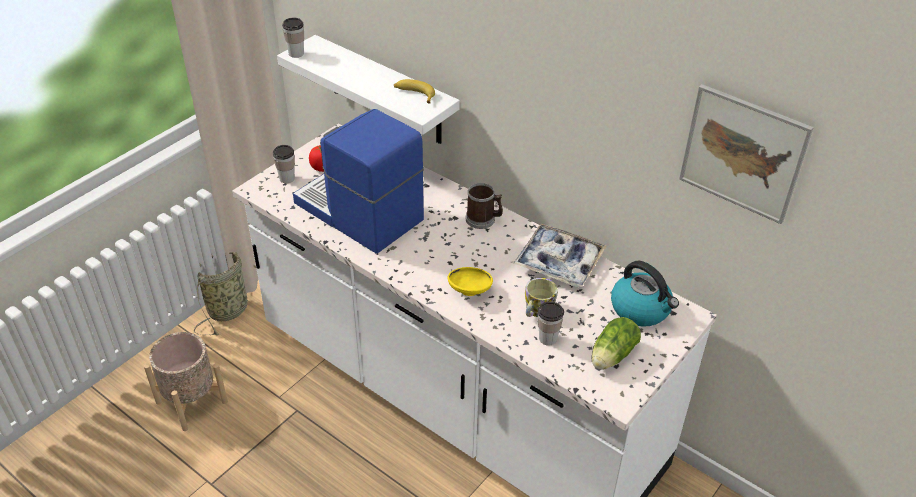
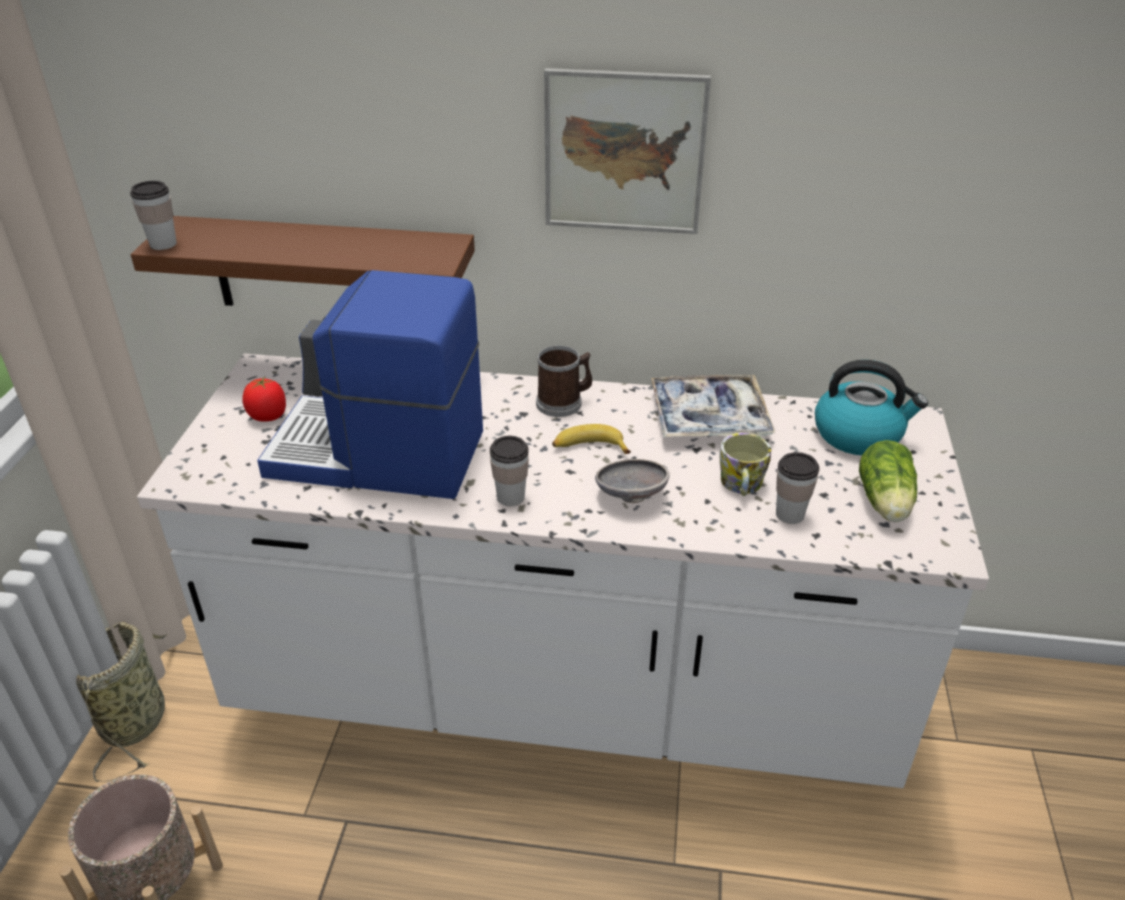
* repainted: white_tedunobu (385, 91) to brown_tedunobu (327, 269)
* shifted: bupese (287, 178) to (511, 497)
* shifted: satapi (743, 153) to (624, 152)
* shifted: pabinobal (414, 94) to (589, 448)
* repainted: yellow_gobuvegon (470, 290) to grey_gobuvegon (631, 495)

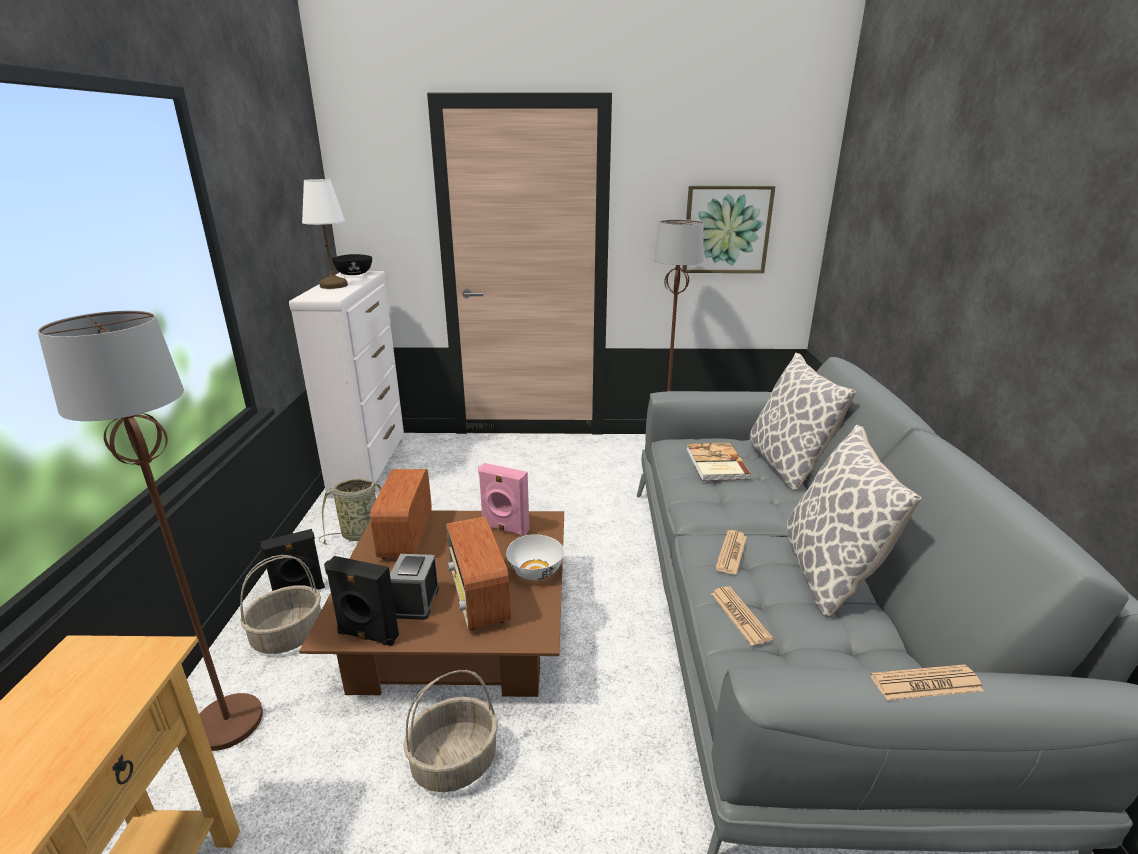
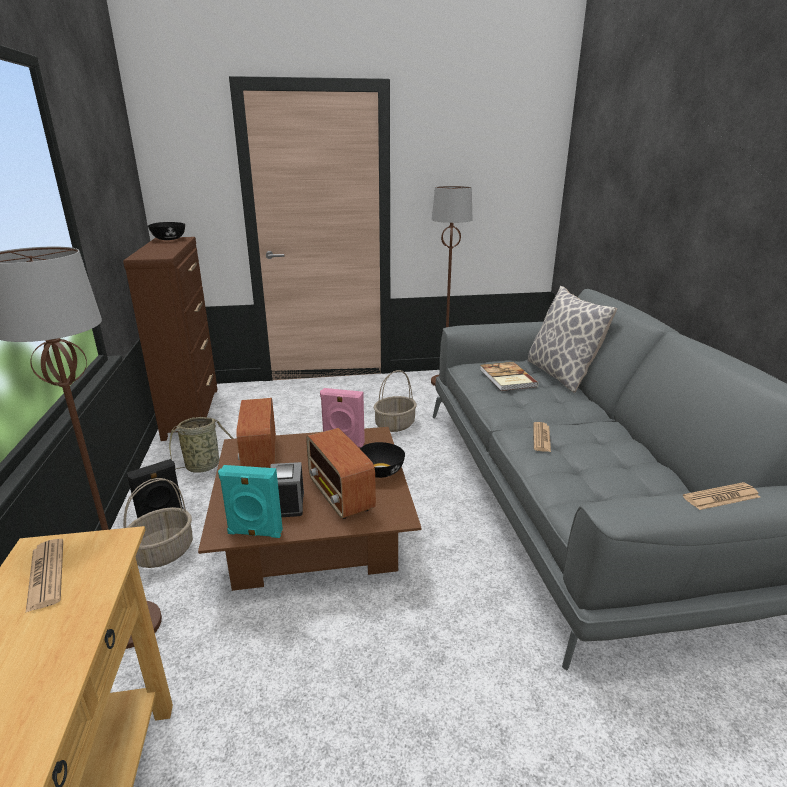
* shifted: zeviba (740, 616) to (46, 574)
* repainted: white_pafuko (369, 466) to brown_pafuko (192, 412)
* repainted: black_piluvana (367, 636) to turquoise_piluvana (255, 533)
* repainted: white_gobuvegon (536, 571) to black_gobuvegon (381, 471)
* shifted: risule (454, 763) to (395, 425)
* gone: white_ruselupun (334, 285)
* gone: satapi (726, 229)
* gone: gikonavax (829, 572)

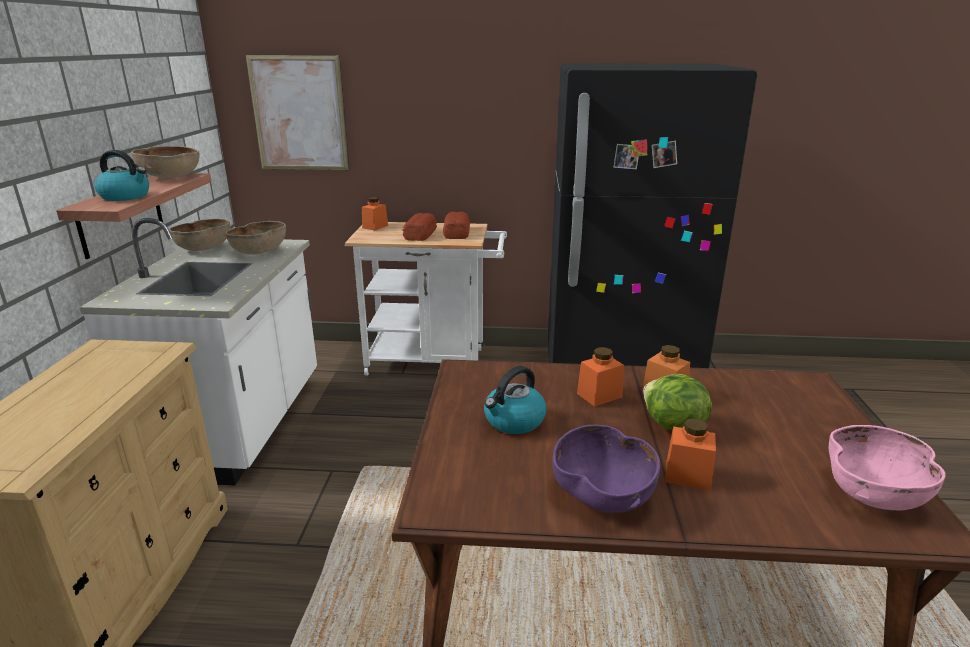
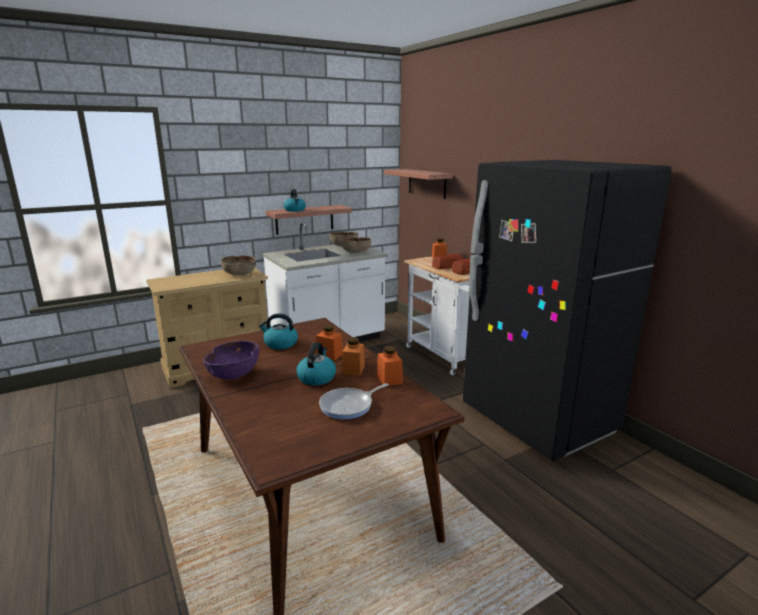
* shifted: brown_gobuvegon (170, 177) to (239, 274)
* swapped: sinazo (672, 425) to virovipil (316, 377)
* new: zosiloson (349, 406)
* shifted: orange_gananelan (687, 475) to (389, 379)
* swapped: satapi (299, 114) to tedunobu (427, 183)
* gone: pink_gobuvegon (874, 493)

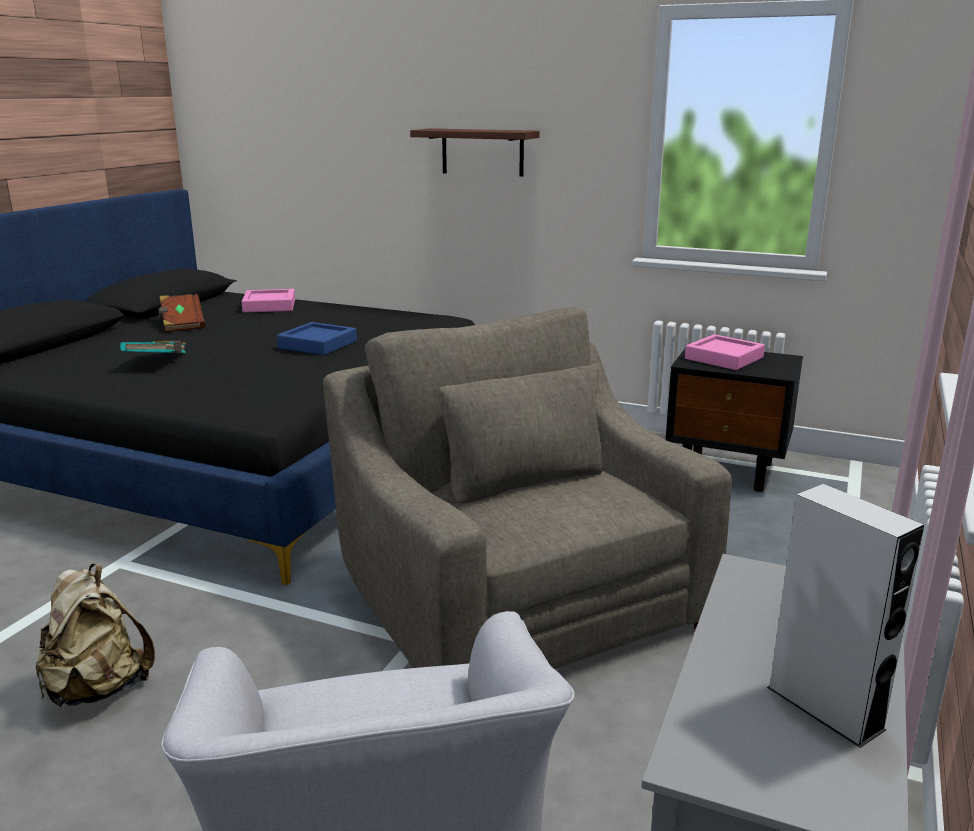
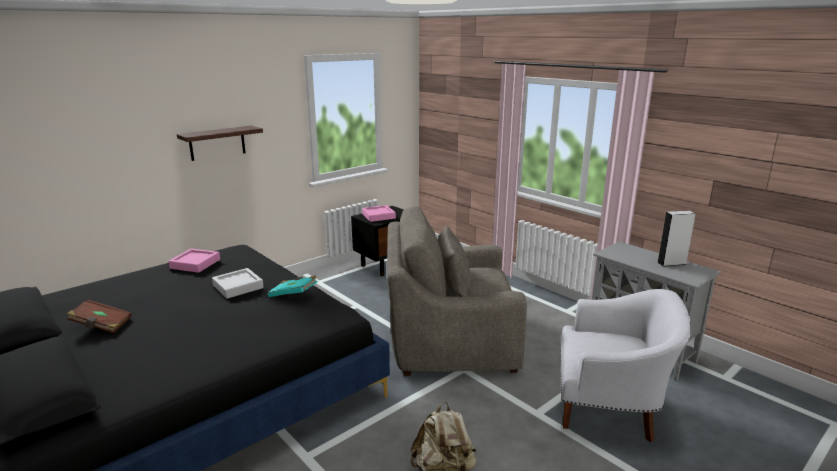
* shifted: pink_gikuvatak (269, 306) to (195, 264)
* repainted: blue_gikuvatak (317, 344) to grey_gikuvatak (238, 286)
* shifted: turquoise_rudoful (158, 361) to (293, 295)

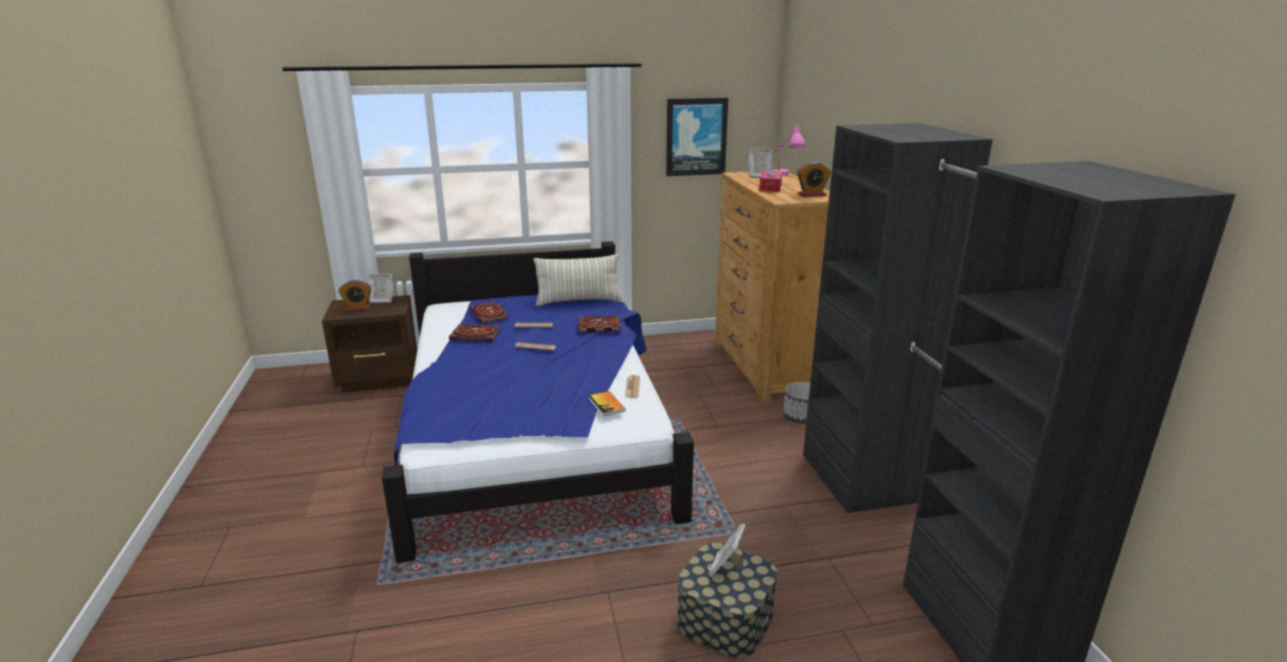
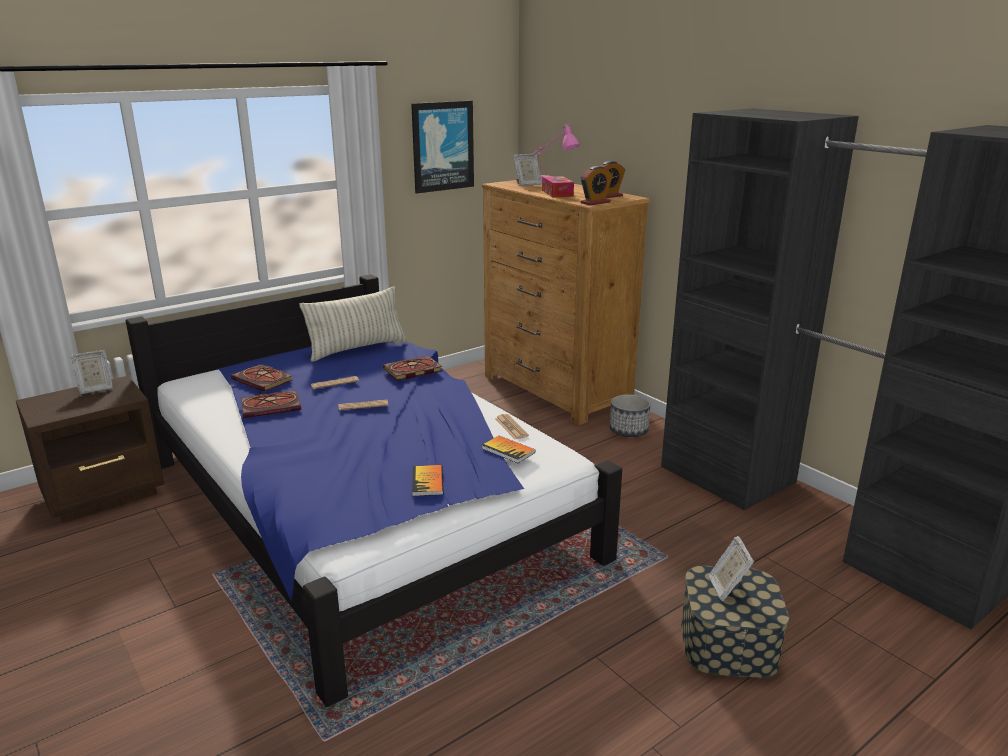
* new: rudoful (427, 482)
* shifted: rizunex (358, 308) to (595, 202)

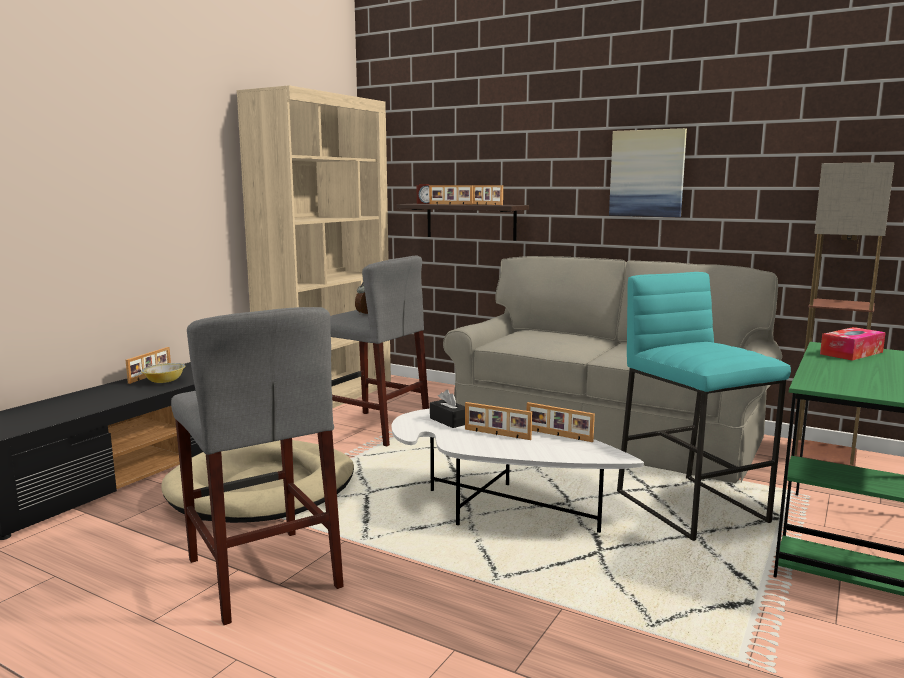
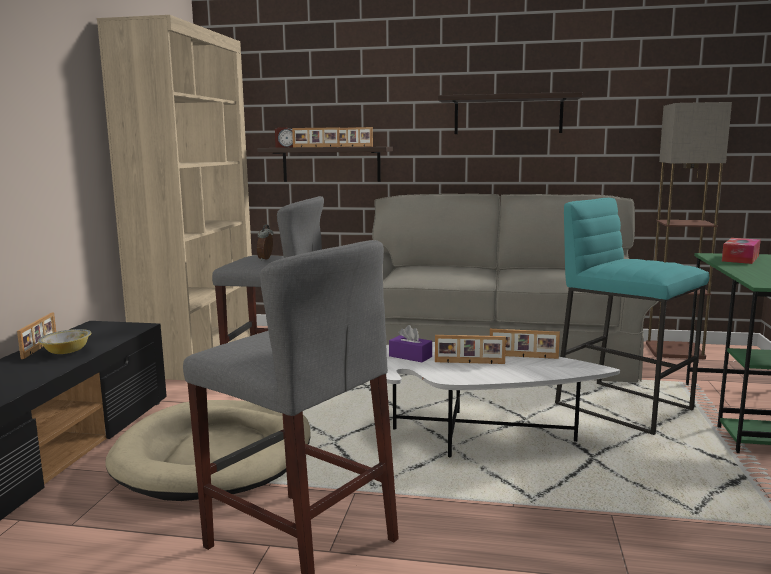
* repainted: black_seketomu (449, 421) to purple_seketomu (410, 356)
* swapped: satapi (647, 173) to tedunobu (508, 115)

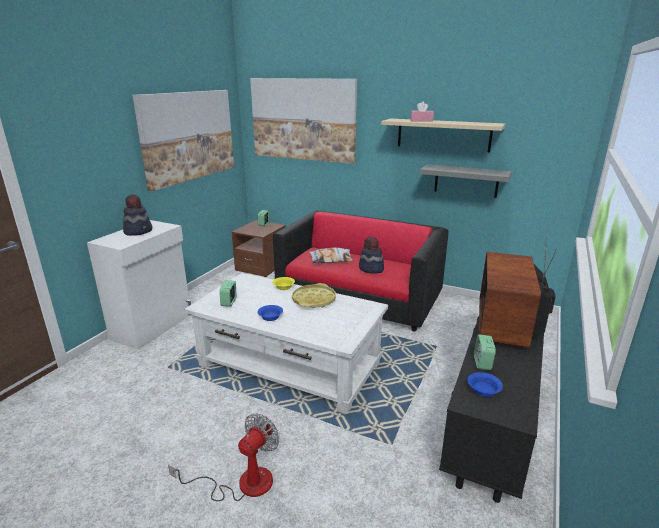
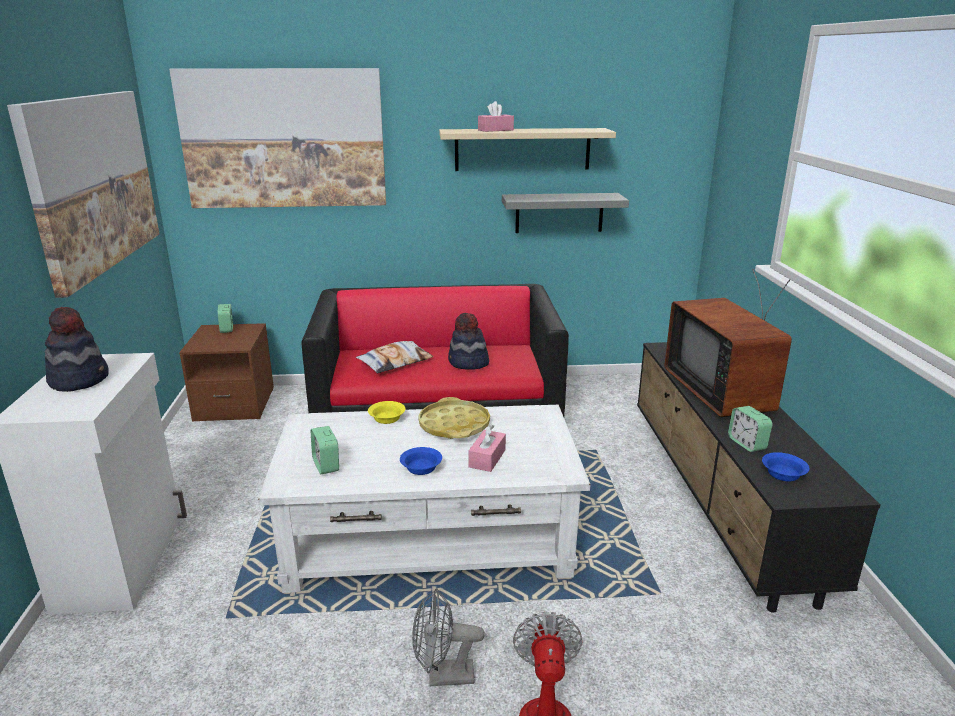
* new: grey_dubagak (443, 676)
* new: pink_seketomu (487, 458)

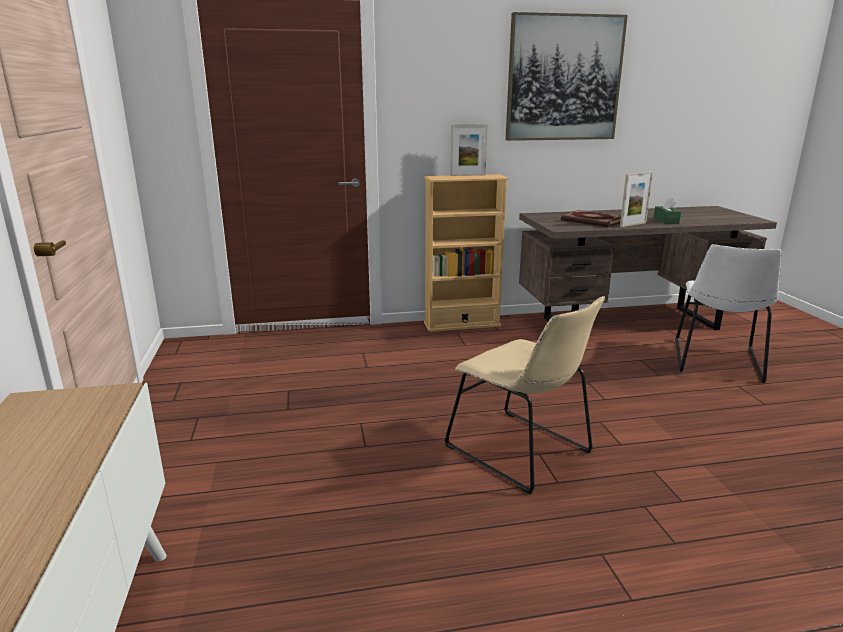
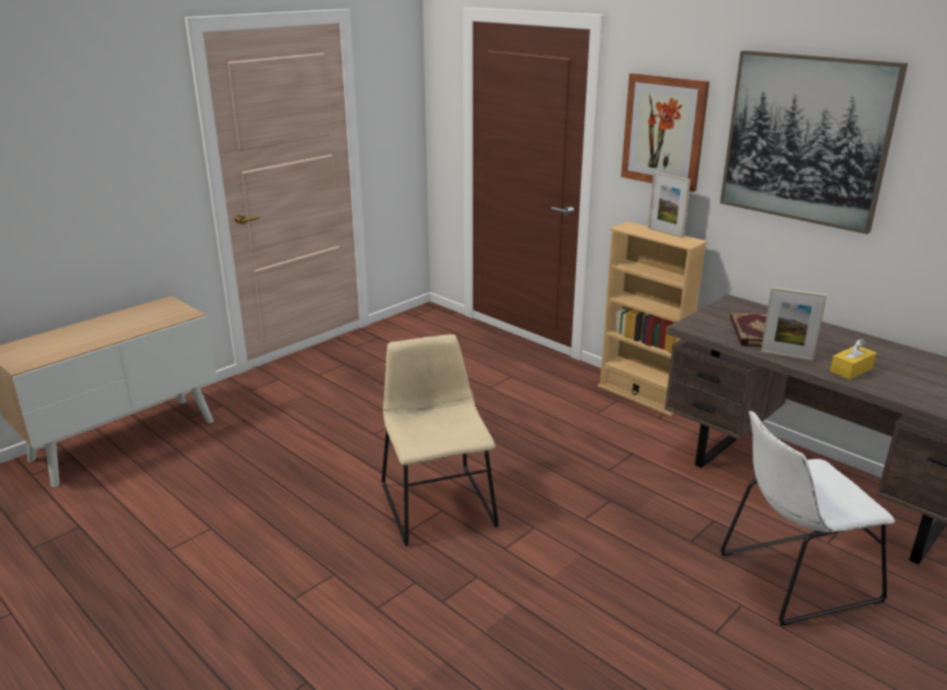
* rotated: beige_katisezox (522, 452) = (436, 501) 150 degrees clockwise
* new: satapi (664, 131)
* repainted: green_seketomu (666, 221) to yellow_seketomu (851, 370)

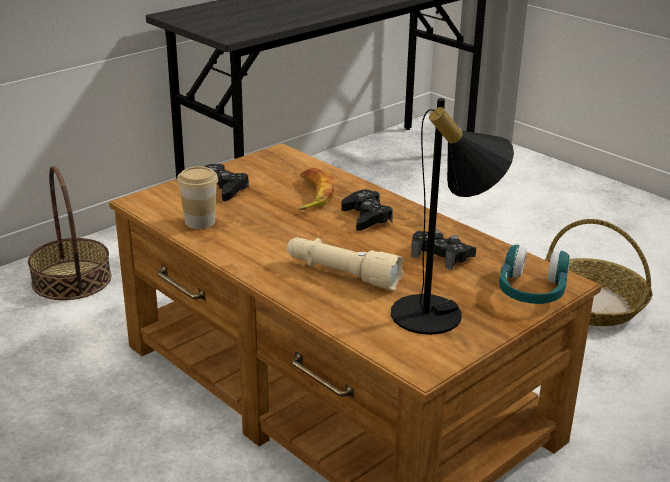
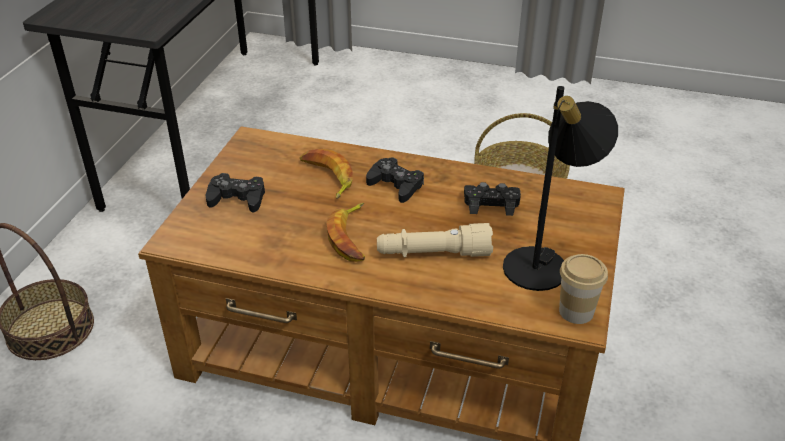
* new: pabinobal (351, 237)
* shifted: bupese (200, 222) to (576, 311)
* gone: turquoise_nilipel (531, 291)

